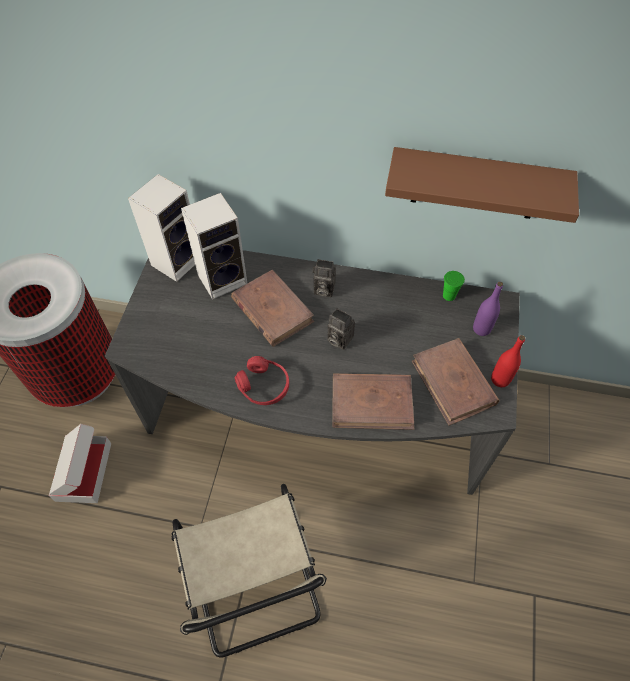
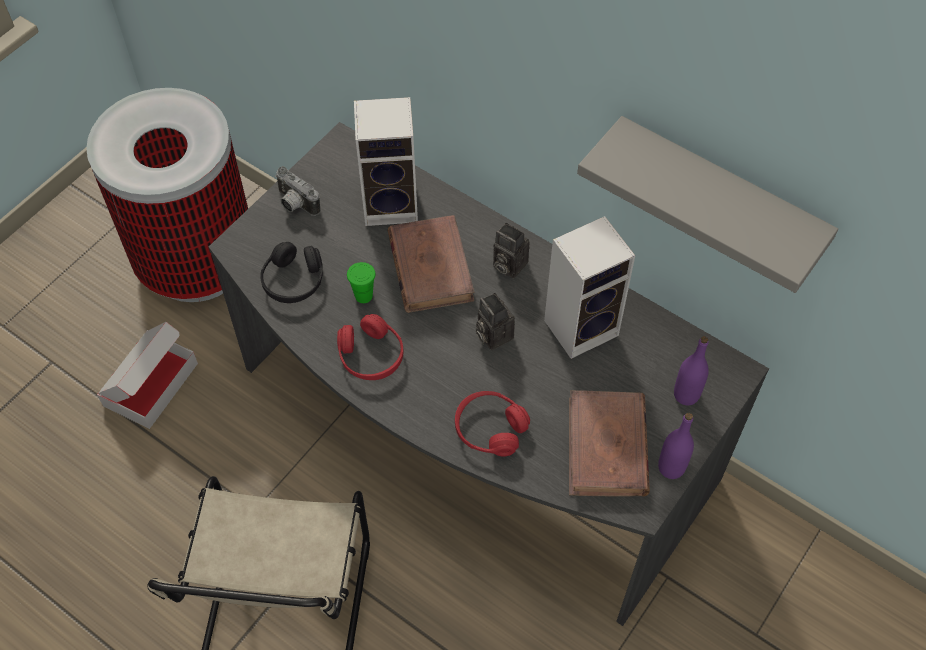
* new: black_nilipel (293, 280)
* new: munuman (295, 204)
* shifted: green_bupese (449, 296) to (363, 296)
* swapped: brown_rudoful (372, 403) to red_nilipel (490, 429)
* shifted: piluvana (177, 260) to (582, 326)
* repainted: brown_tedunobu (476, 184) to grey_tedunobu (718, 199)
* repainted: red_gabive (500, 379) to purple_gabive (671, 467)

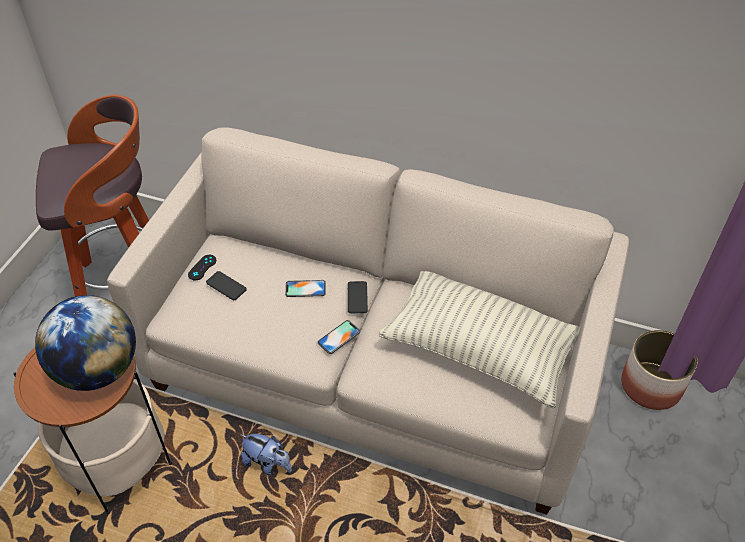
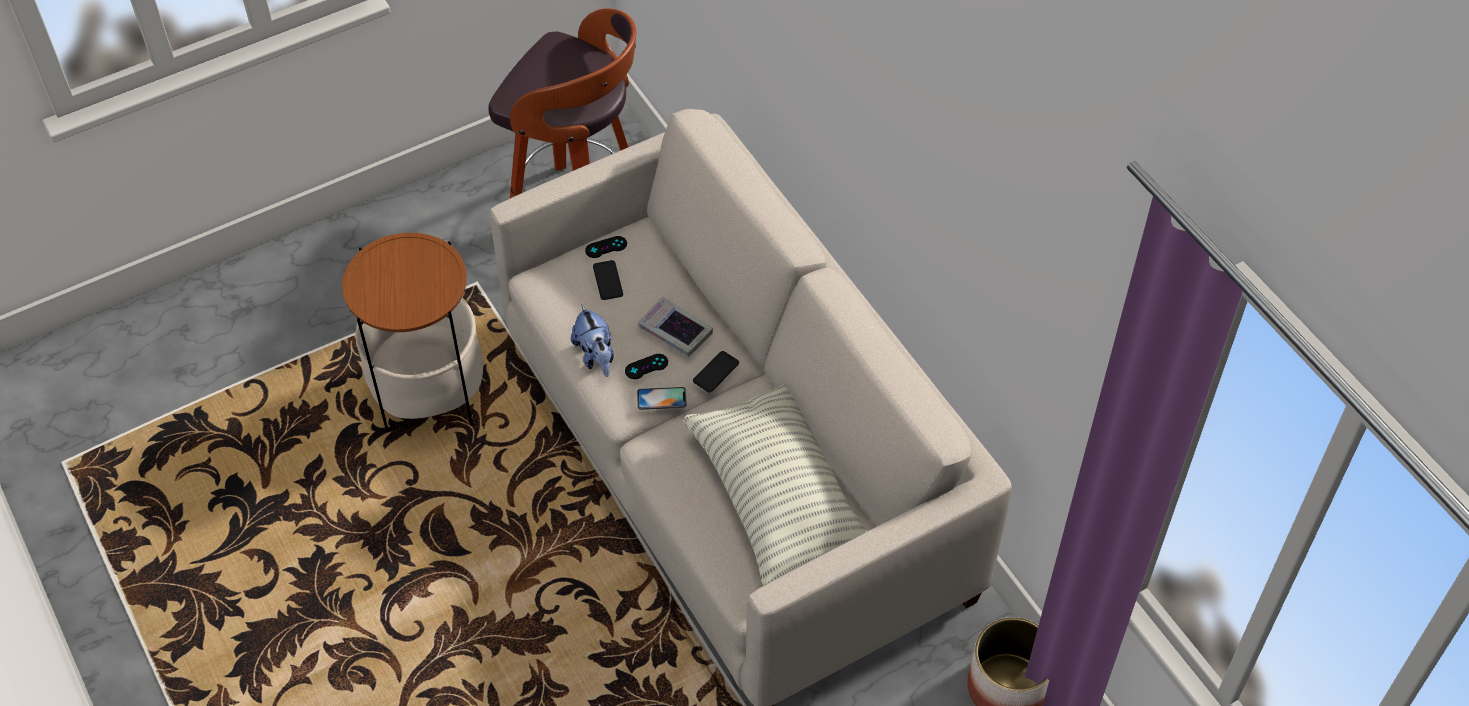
* shifted: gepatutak (267, 463) to (596, 356)
* new: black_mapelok (646, 366)
* swapped: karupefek (305, 289) to rudoful (675, 331)
* gone: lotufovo (98, 370)

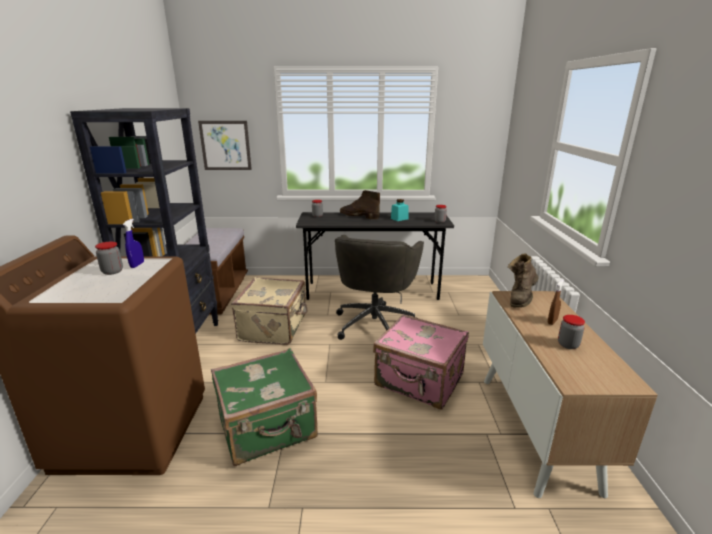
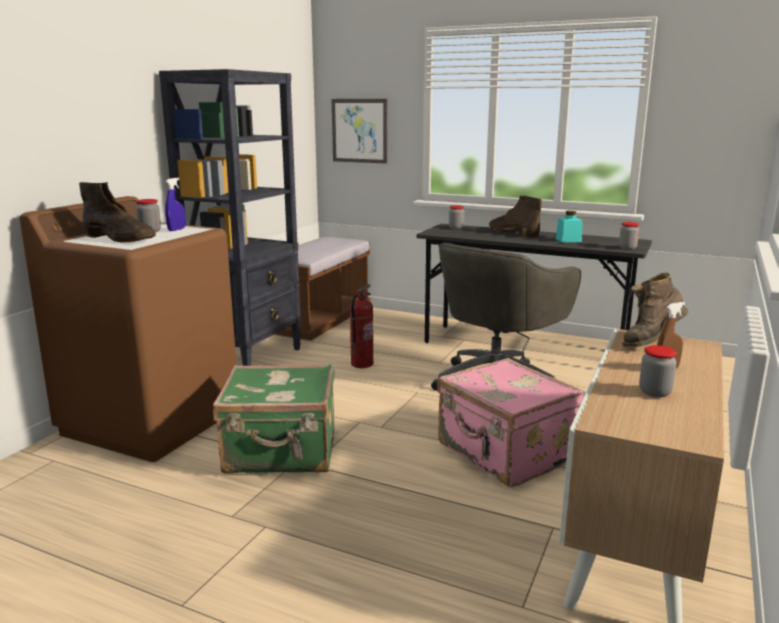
* new: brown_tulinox (120, 238)
* swapped: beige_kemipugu (274, 328) to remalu (361, 364)

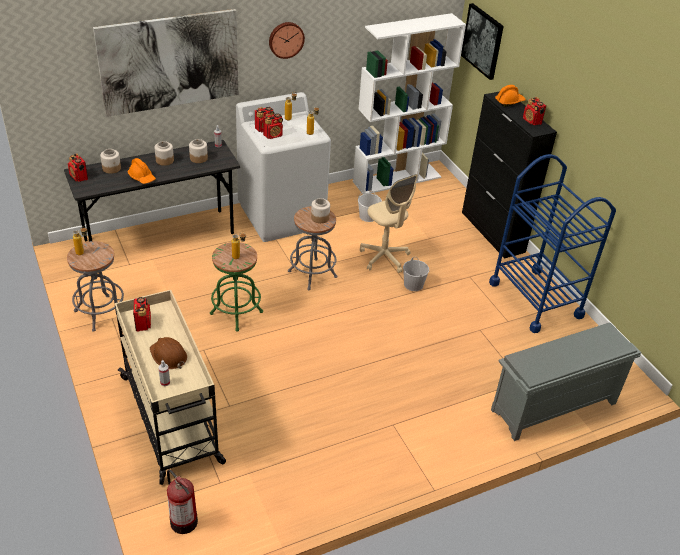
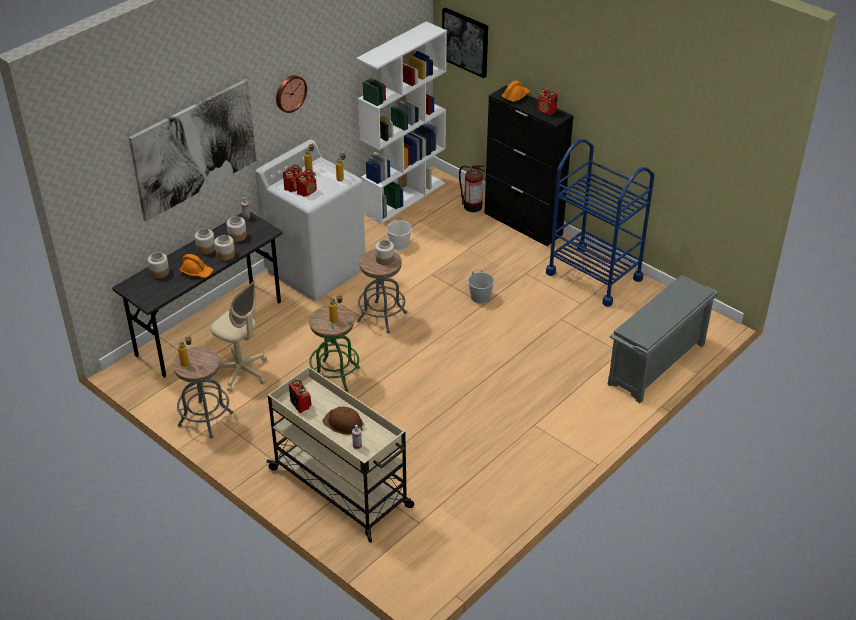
* shifted: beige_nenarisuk (384, 258) to (241, 372)
* new: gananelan (225, 254)
* shifted: remalu (183, 520) to (471, 206)
* gone: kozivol (79, 177)

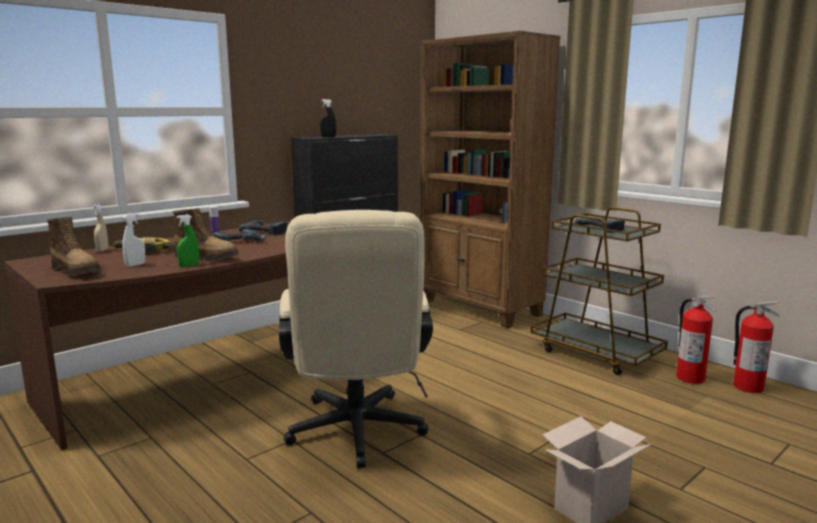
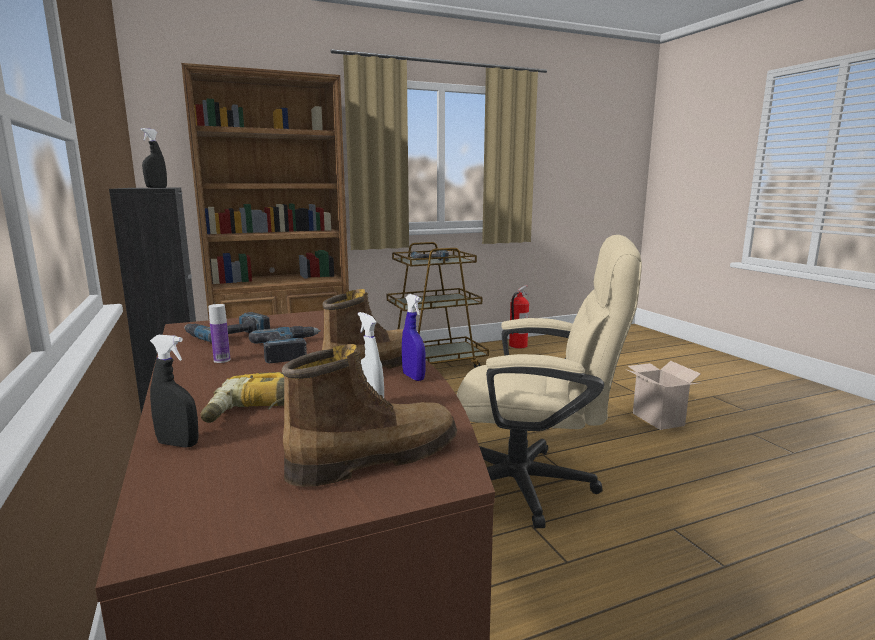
* repainted: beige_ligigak (102, 250) to black_ligigak (178, 444)
* repainted: green_ligigak (189, 265) to blue_ligigak (413, 377)
* gone: remalu (690, 378)

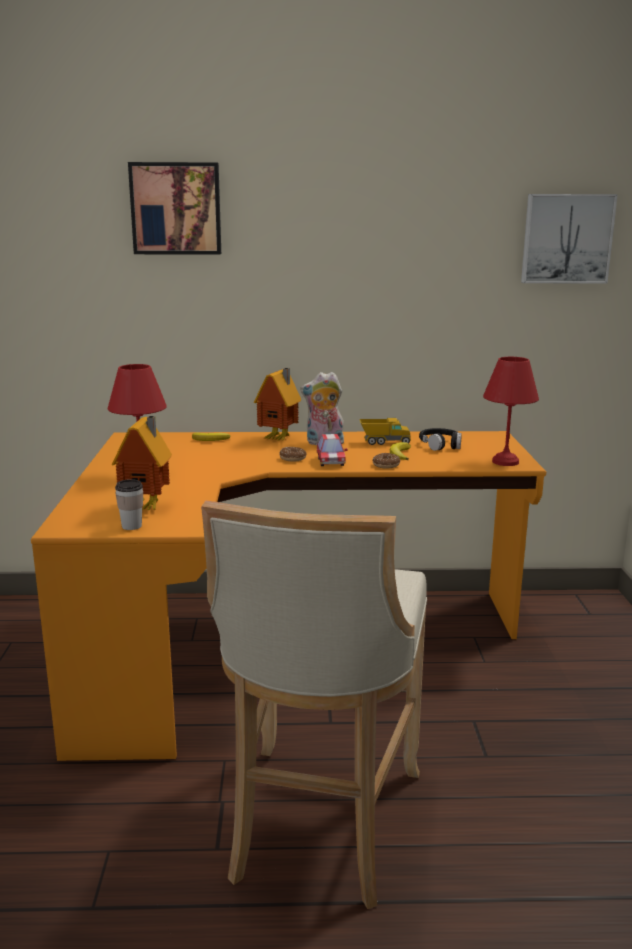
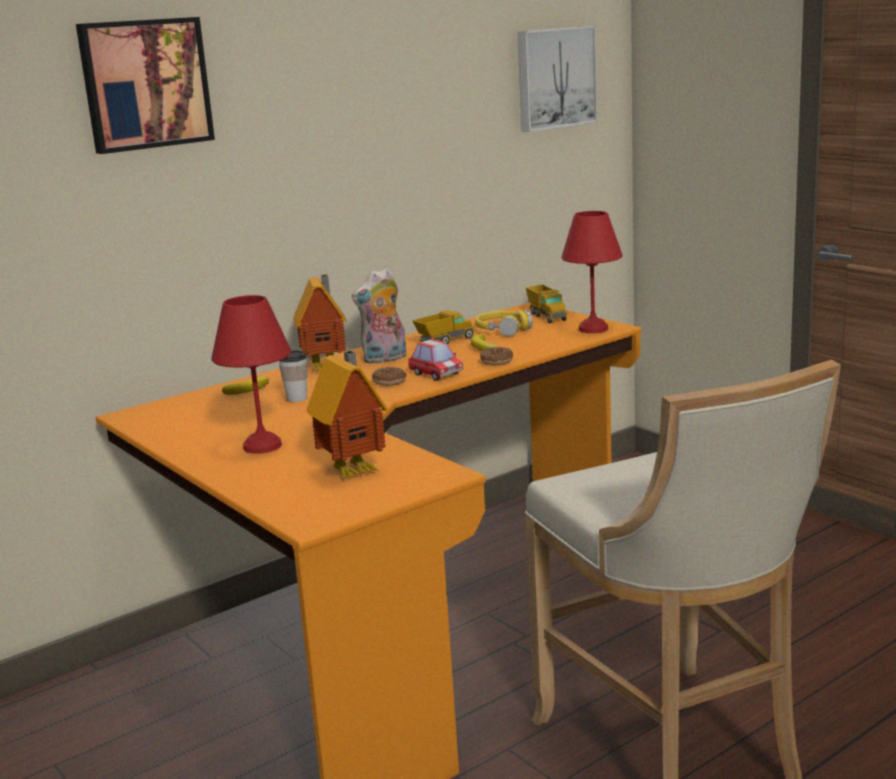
* shifted: bupese (131, 526) to (297, 398)
* repainted: black_nilipel (440, 445) to yellow_nilipel (502, 330)
* new: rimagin (546, 316)

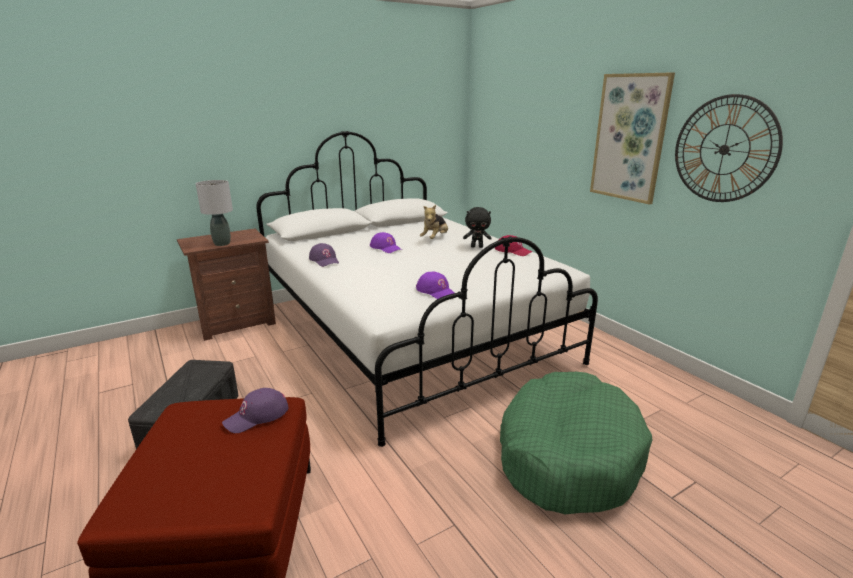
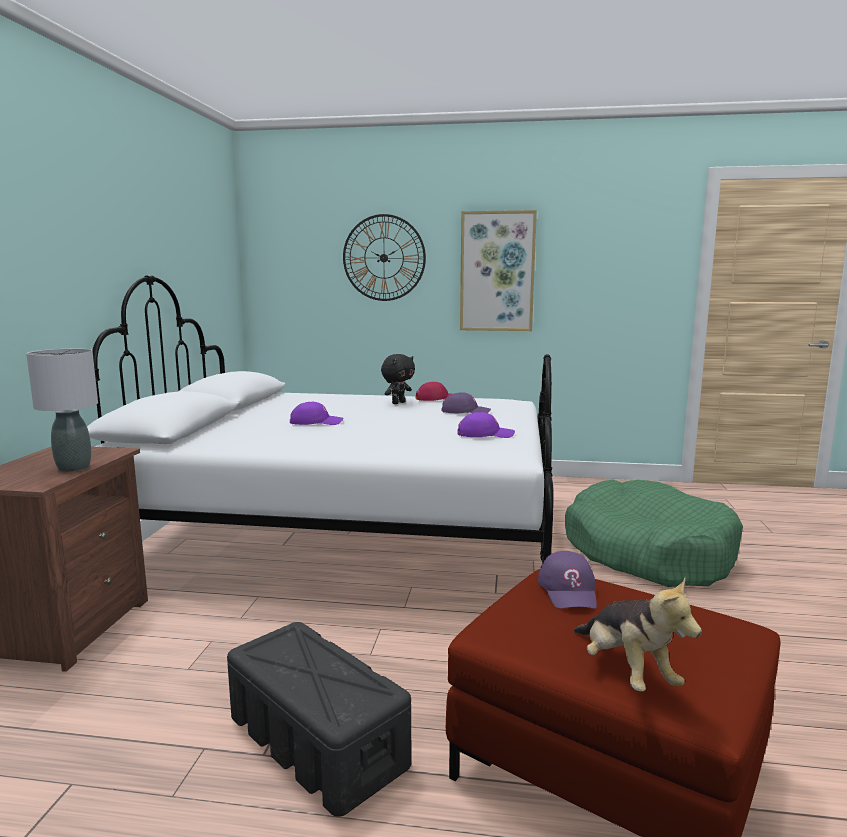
* shifted: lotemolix (724, 149) to (384, 258)
* shifted: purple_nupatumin (324, 260) to (465, 411)
* shifted: gepatutak (435, 238) to (626, 672)

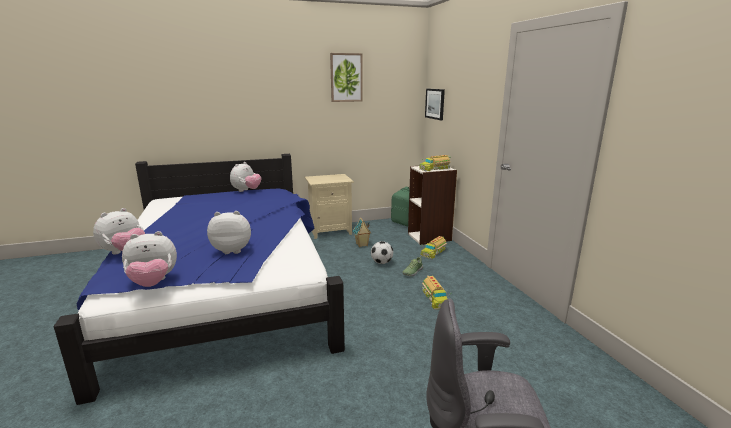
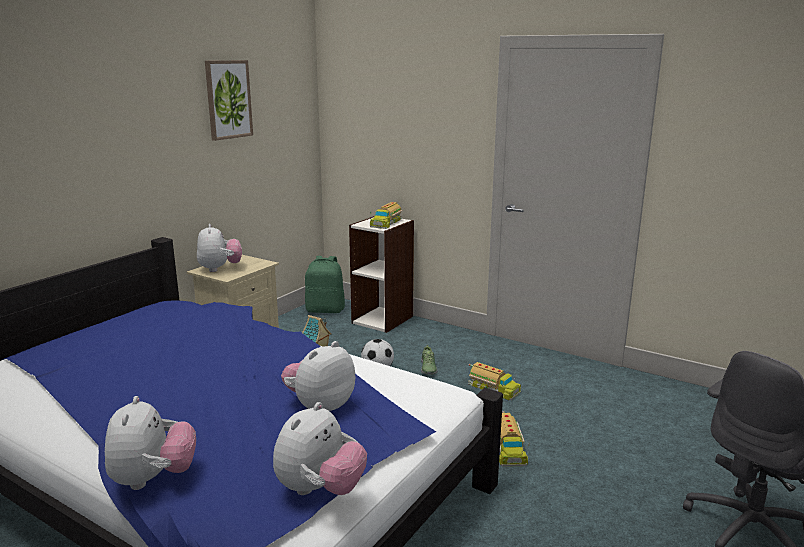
* shifted: gepatutak (246, 191) to (220, 269)
* shifted: rimagin (433, 252) to (507, 448)
* gone: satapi (435, 104)

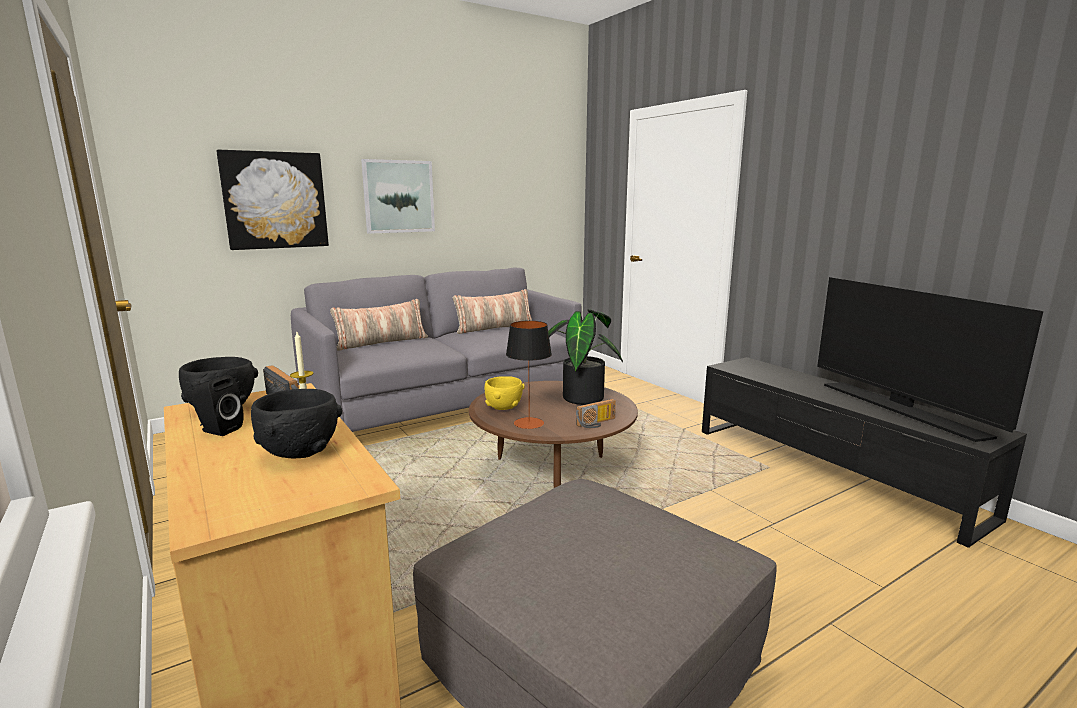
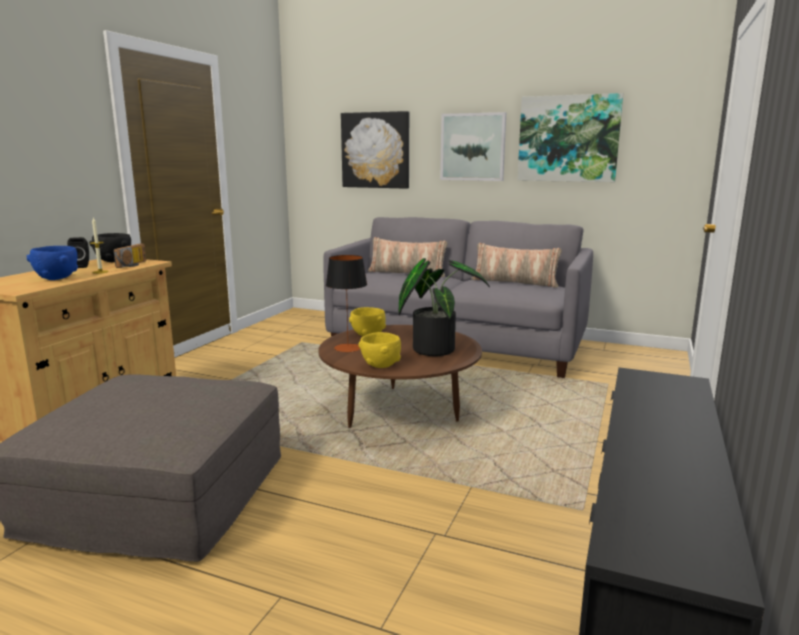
* repainted: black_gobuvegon (299, 452) to blue_gobuvegon (56, 278)
* swapped: kozivol (597, 423) to yellow_gobuvegon (380, 365)
* new: satapi (568, 139)
* gone: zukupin (901, 409)

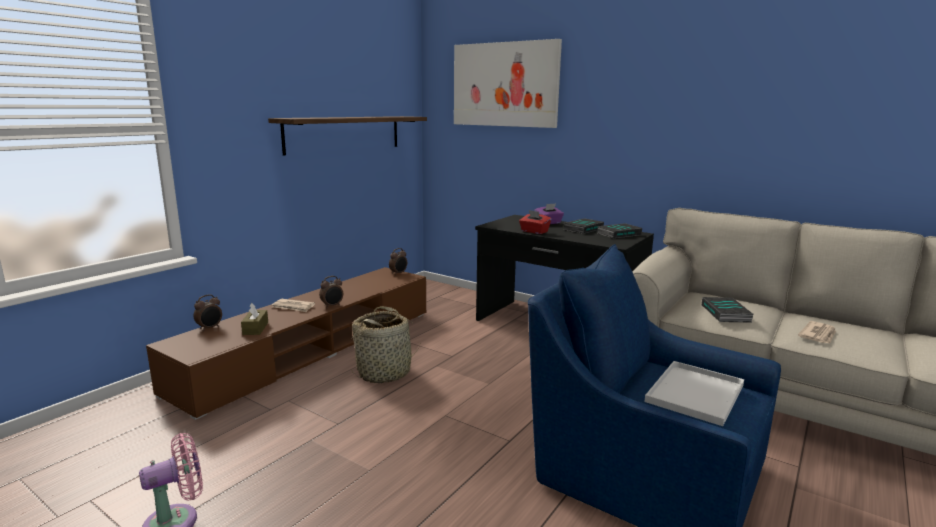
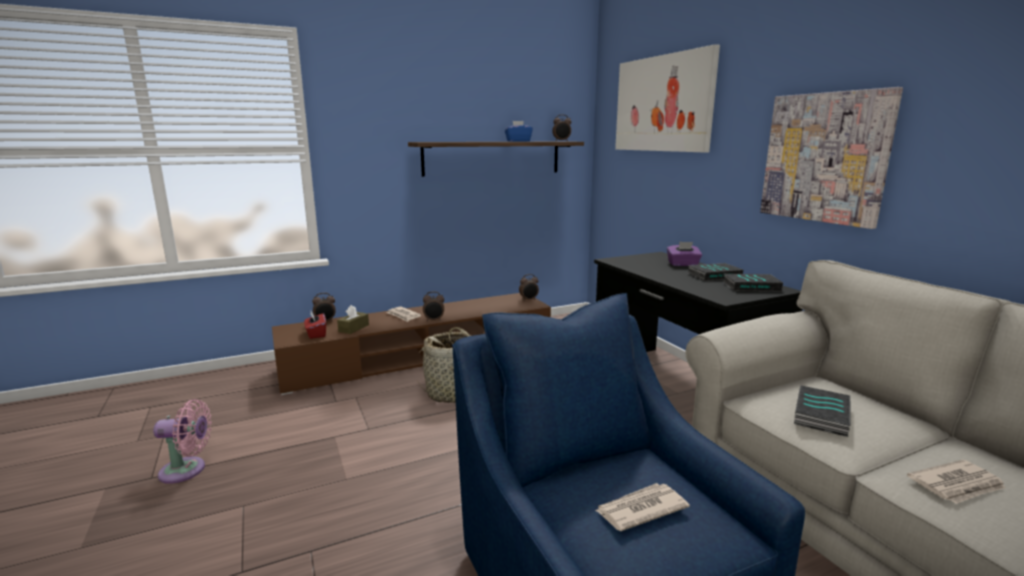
* shifted: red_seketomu (534, 231) to (316, 334)
* new: blue_seketomu (518, 141)
* new: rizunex (561, 141)
* swapped: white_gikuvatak (696, 394) to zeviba (640, 509)
* new: satapi (824, 158)

